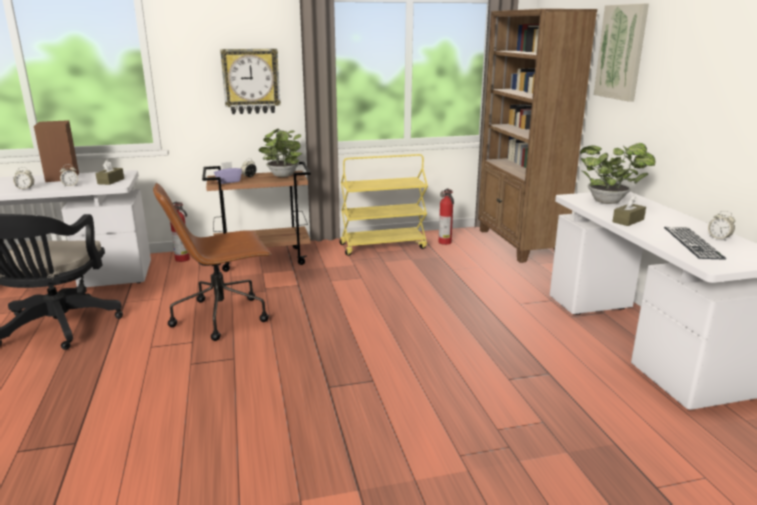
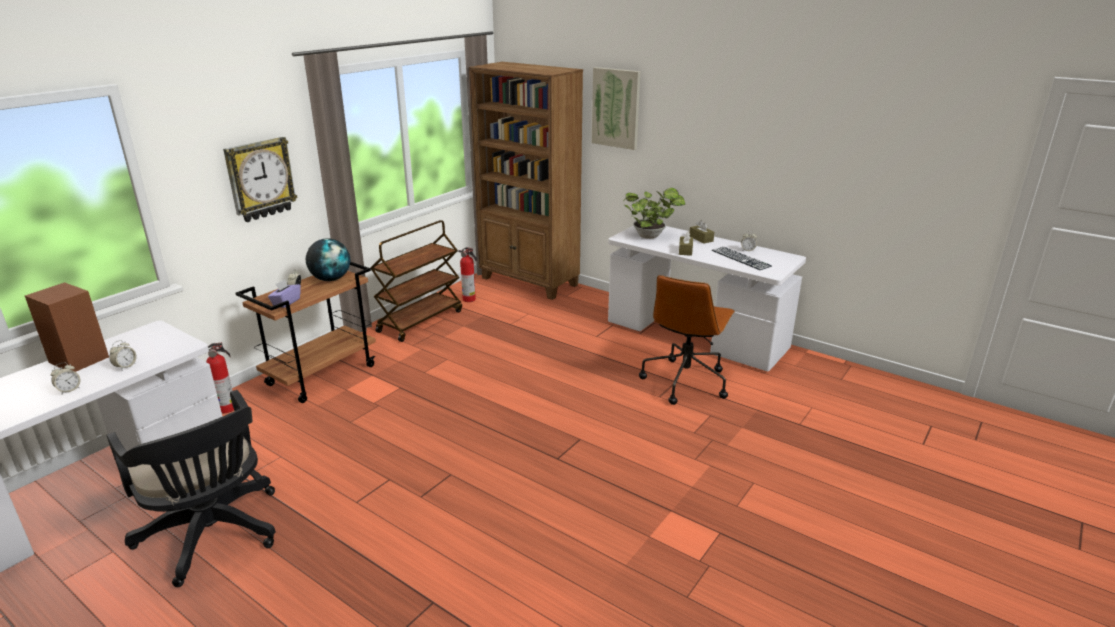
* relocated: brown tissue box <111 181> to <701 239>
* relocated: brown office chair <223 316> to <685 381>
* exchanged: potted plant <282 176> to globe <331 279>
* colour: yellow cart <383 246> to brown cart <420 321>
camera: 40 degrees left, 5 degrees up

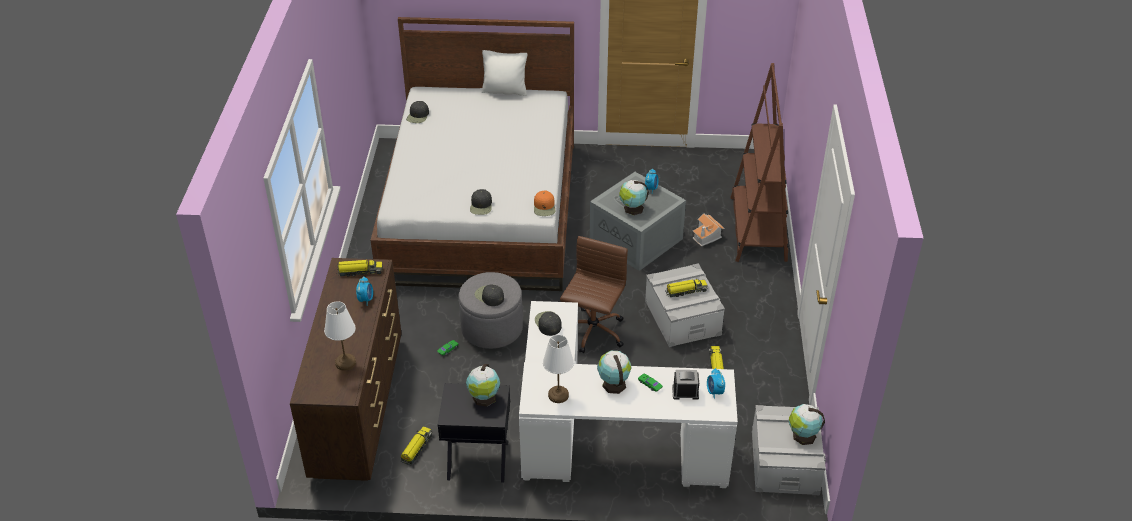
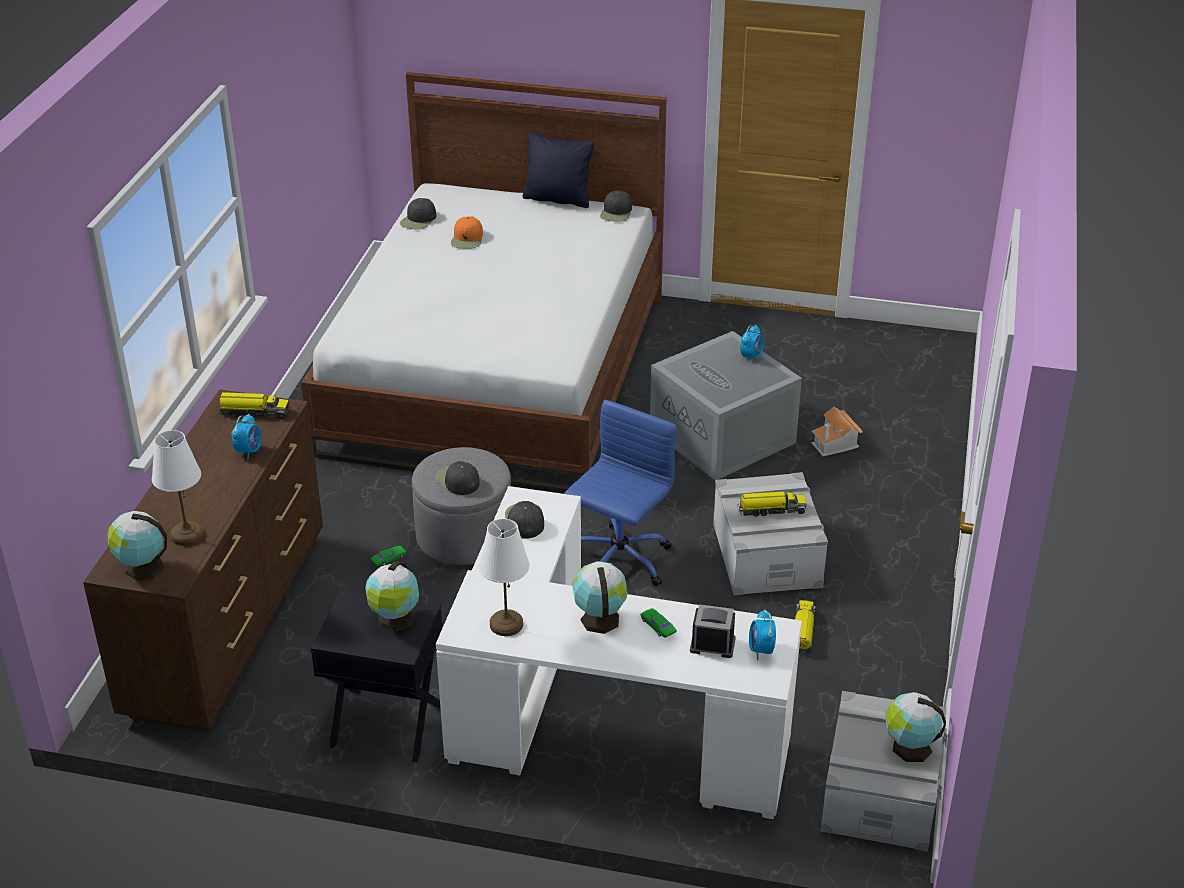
* missing: toy truck <416 449>
* relocated: black cap <481 206> to <616 212>
* colour: white pillow <505 91> to black pillow <558 199>
* relocated: orange cap <544 207> to <467 239>
* colour: brown office chair <592 332> to blue office chair <618 560>
* relocated: globe <632 209> to <141 568>
* missing: brown bookcase <758 229>
camera: 10 degrees right, 5 degrees down

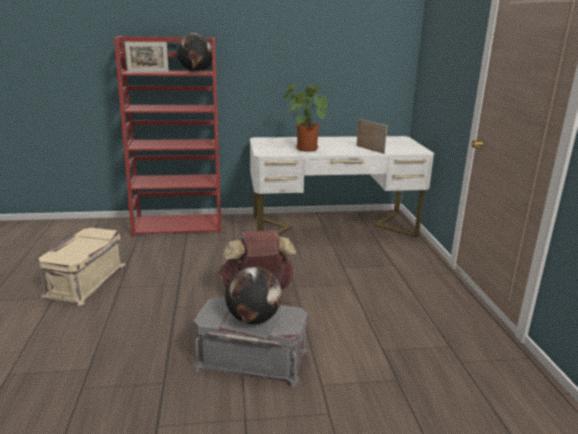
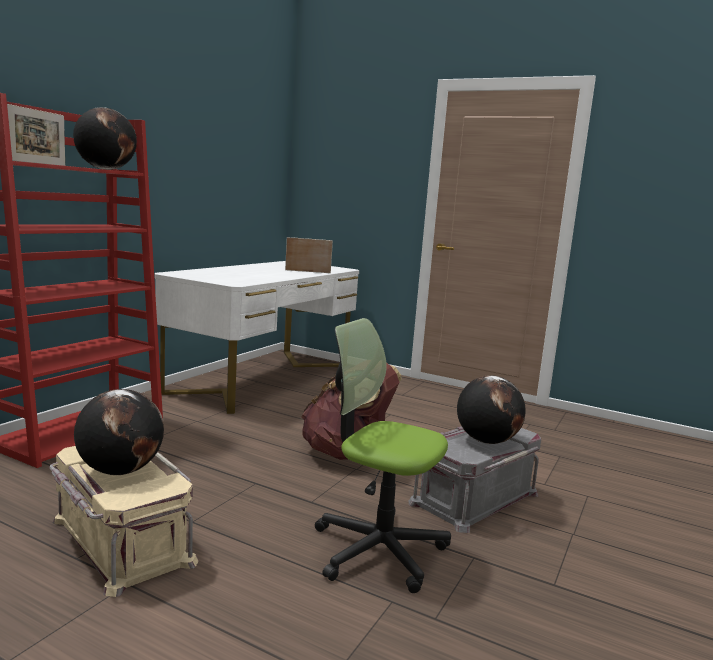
* missing: potted plant <304 148>
* appeared: globe <120 471>
* appeared: office chair <378 549>
camera: 55 degrees left, 10 degrees down

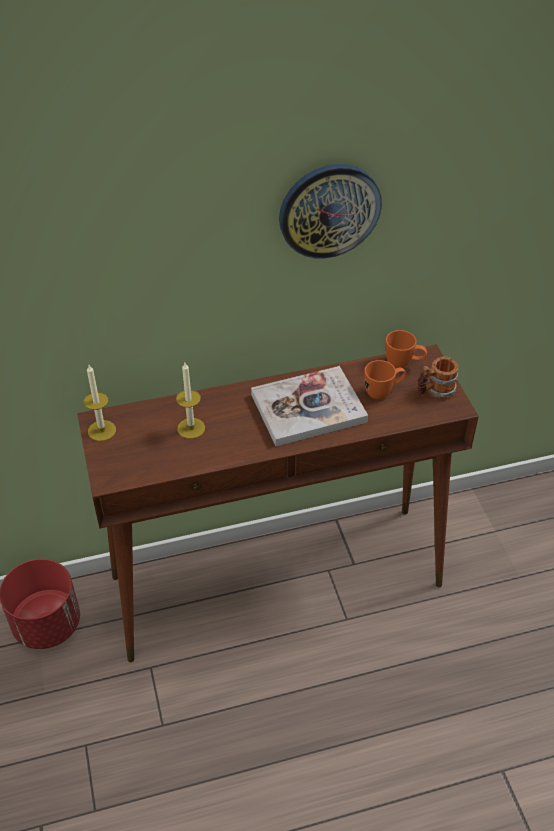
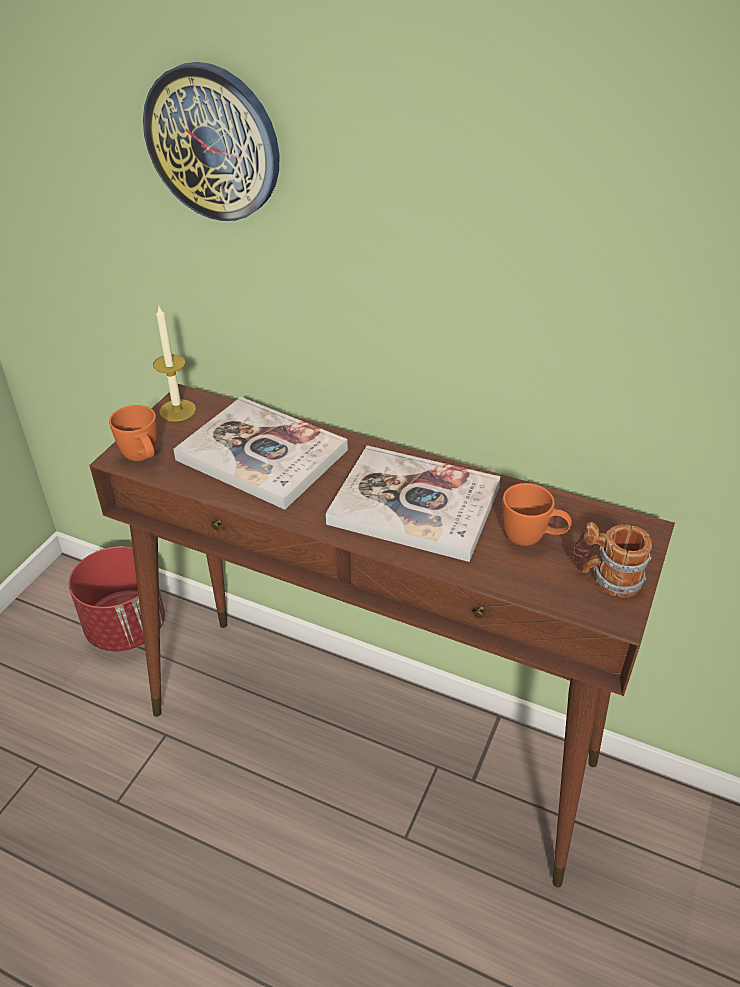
* exchanged: candle <191 428> to book <262 455>
* relocated: wall clock <329 210> to <213 143>
* relocated: orange mug <404 364> to <143 458>
camera: 40 degrees right, 5 degrees down

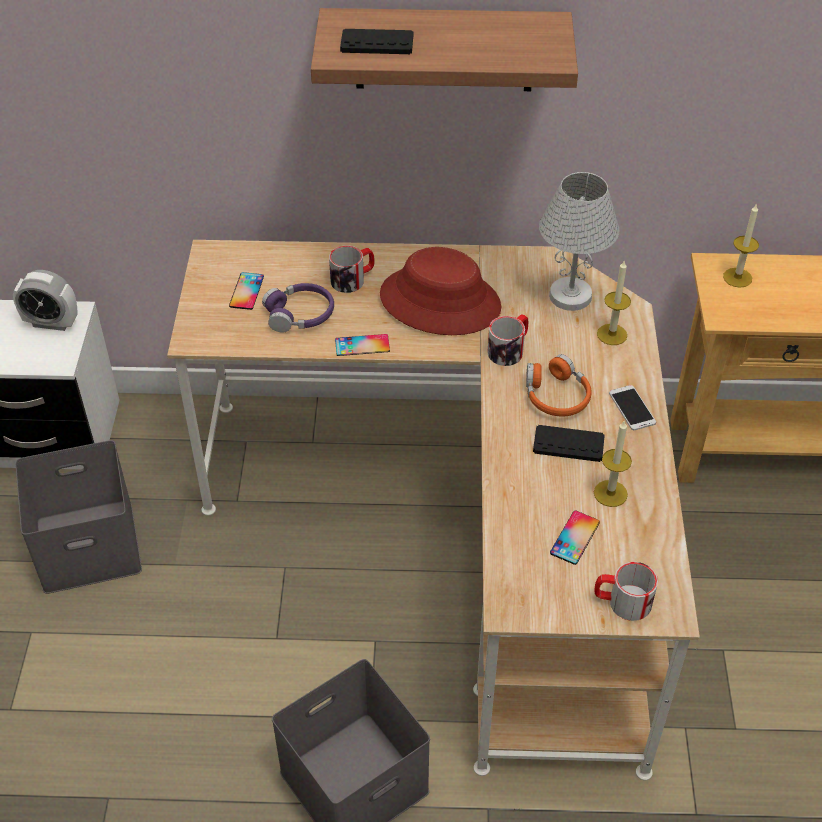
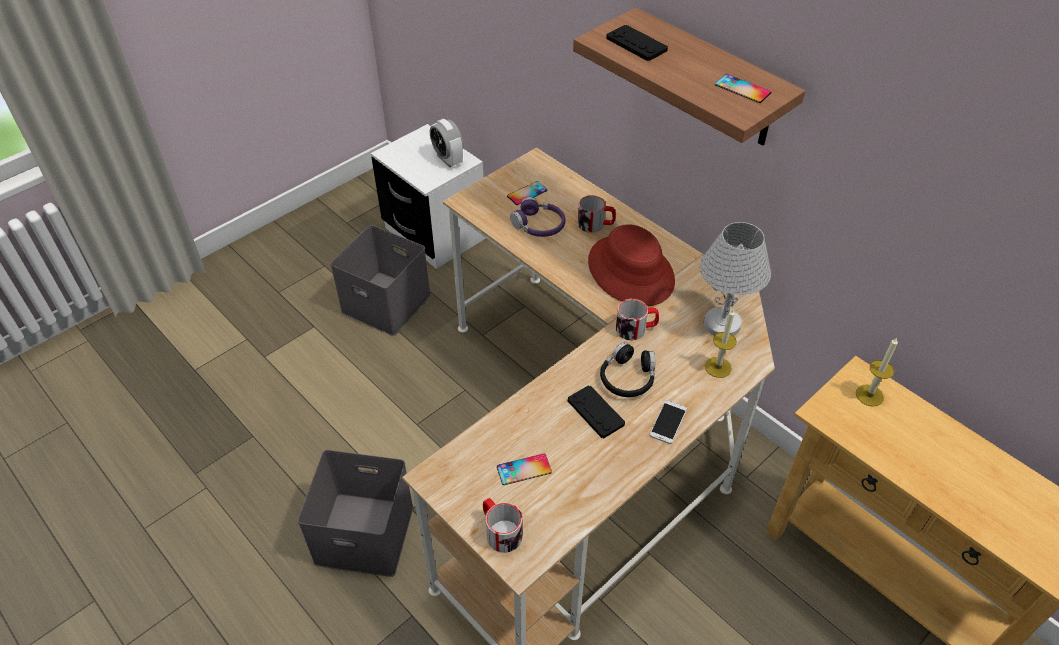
* relocated: phone <362 345> to <742 89>
* colour: orange headphones <556 396> to black headphones <627 378>
* missing: candle <610 493>
camera: 45 degrees right, 0 degrees up

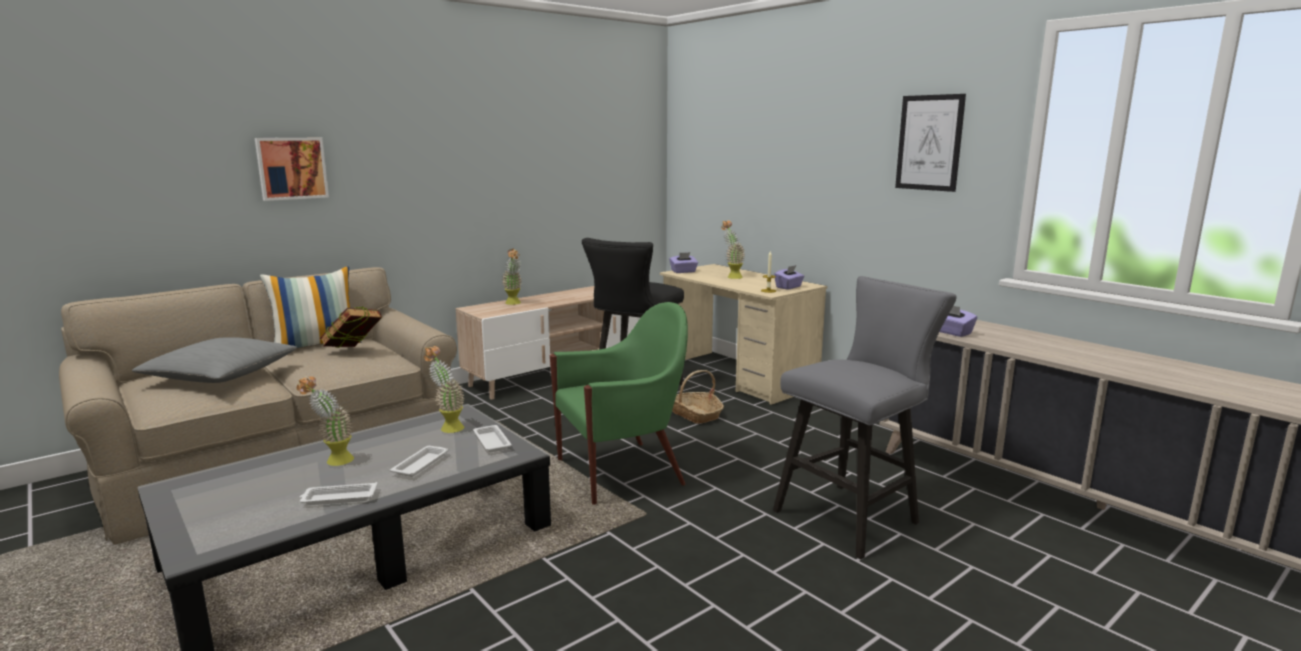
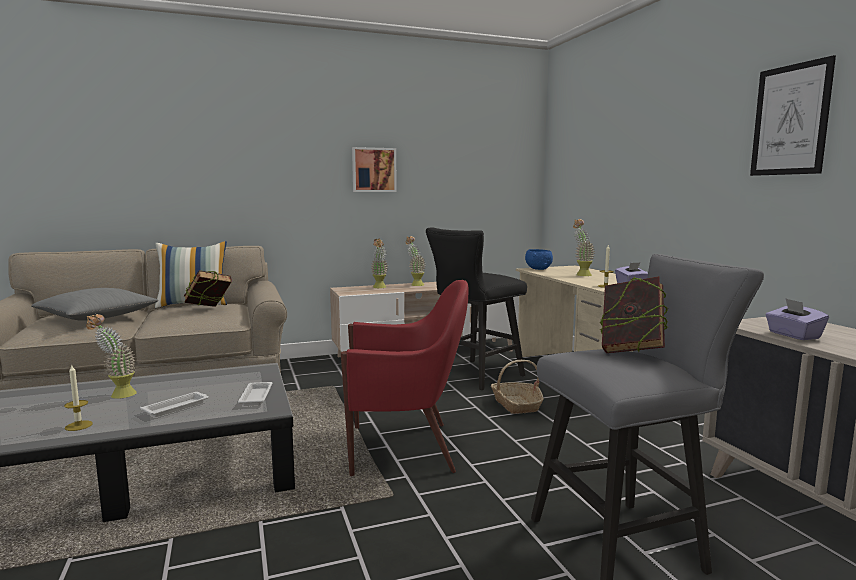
* relocated: picture <292 168> to <374 170>
* exchanged: white tray <338 498> to candle <78 426>
* relocated: potted plant <447 427> to <415 284>
* colour: green armchair <622 472> to red armchair <404 448>
* exchanged: purple tissue box <683 271> to blue bowl <538 269>
* appeared: book <630 351>
camera: 20 degrees right, 5 degrees down

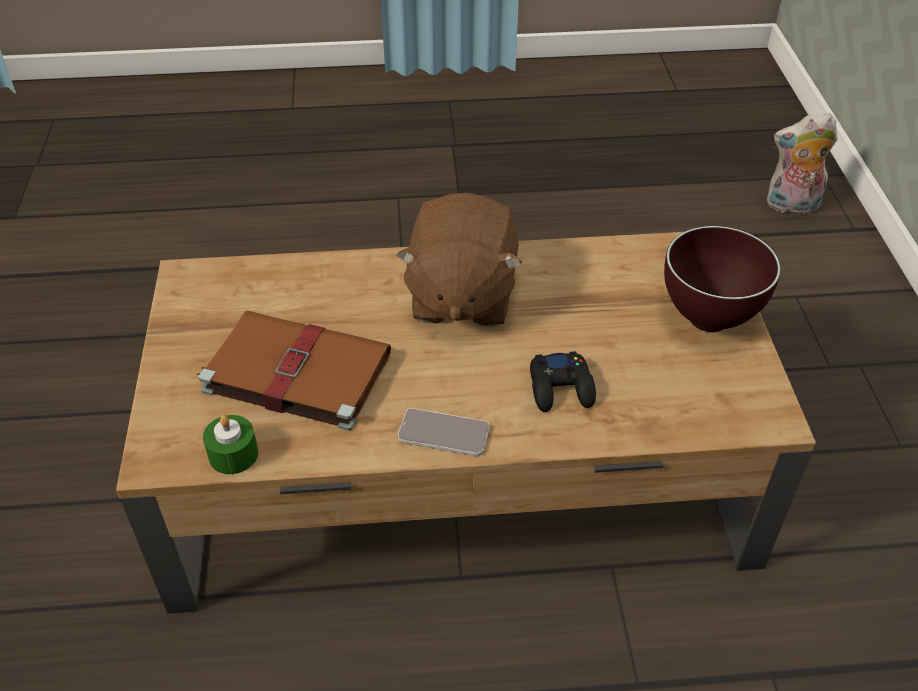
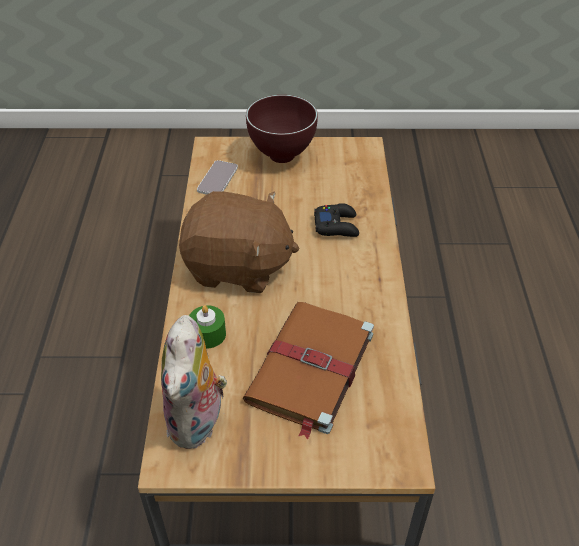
* relocated: green candle <233 454> to <208 334>
* relocated: phone <443 433> to <217 179>
* relocated: plush toy <790 206> to <198 422>
camera: 85 degrees left, 0 degrees up

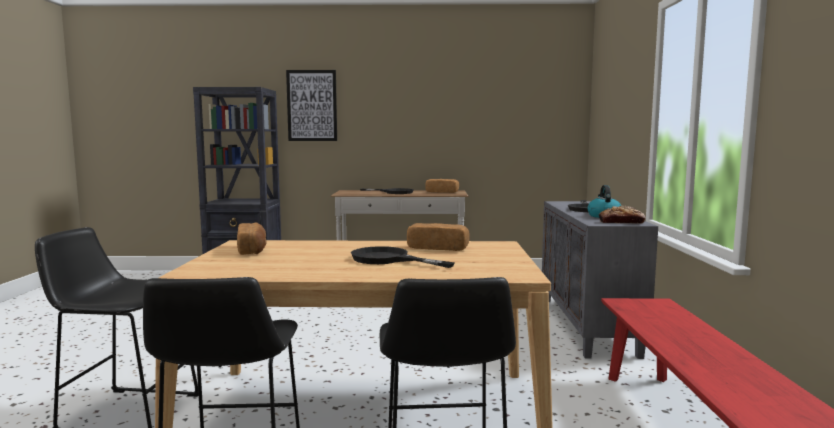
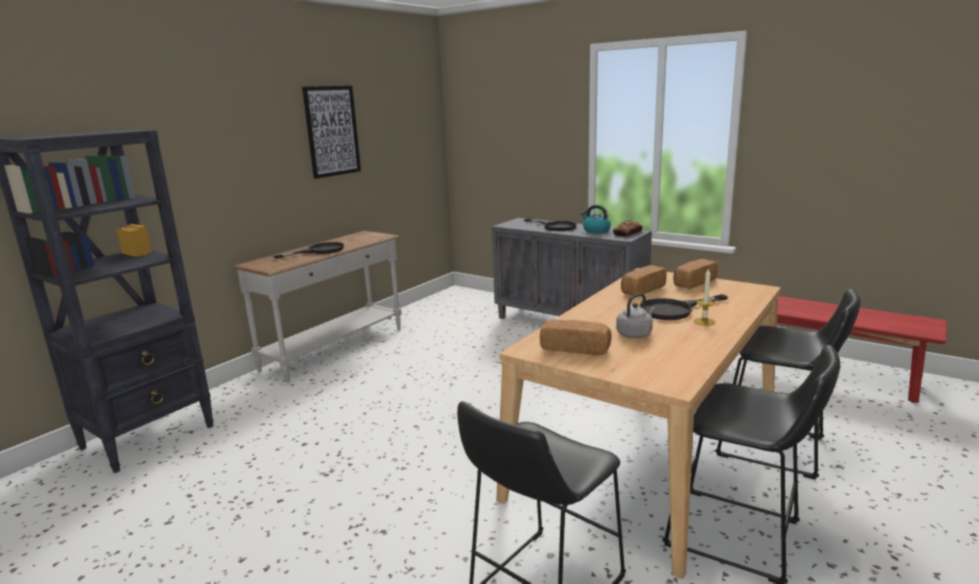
* relocated: picture <312 105> to <332 131>
* relocated: bread <442 192> to <693 283>
* appeared: grey kettle <635 334>
* appeared: candle <704 321>
camera: 55 degrees left, 10 degrees up

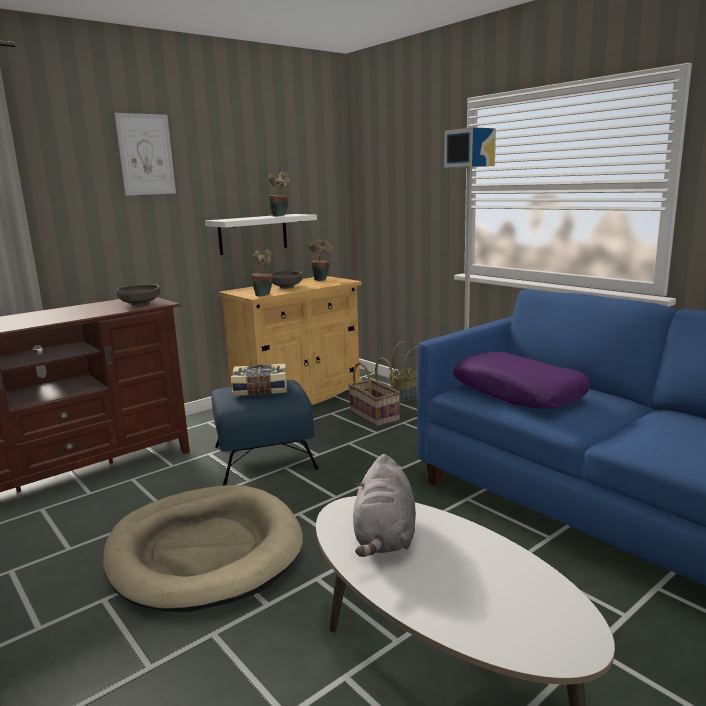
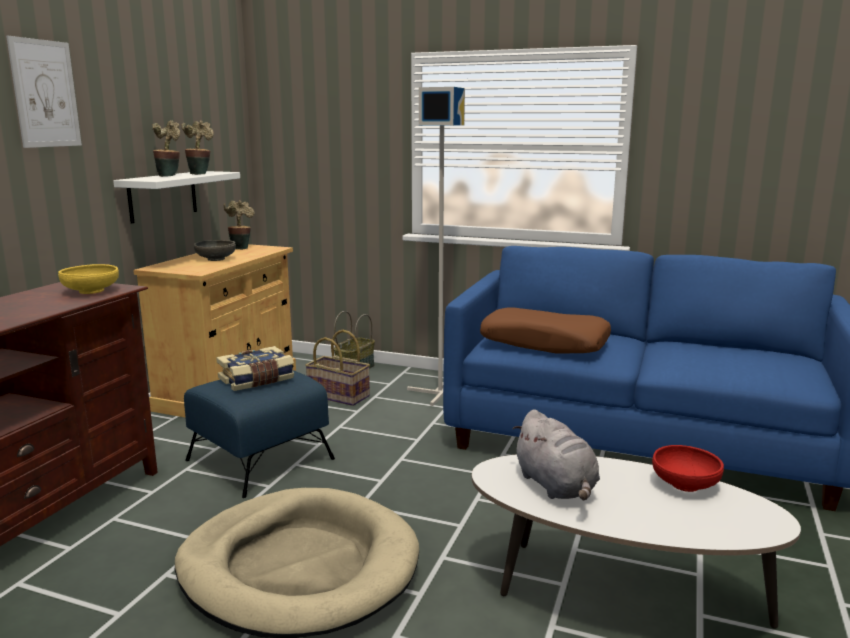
* colour: grey bowl <140 304> to yellow bowl <91 291>
* relocated: potted plant <264 295> to <169 175>
* colour: purple pillow <518 393> to brown pillow <544 343>
* appeared: red bowl <685 484>
camera: 30 degrees left, 0 degrees up

